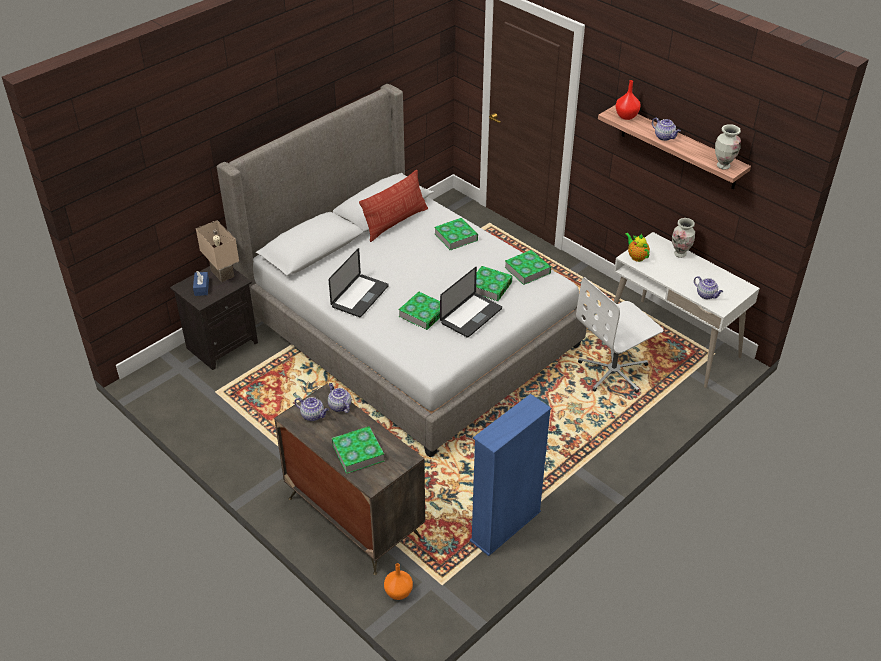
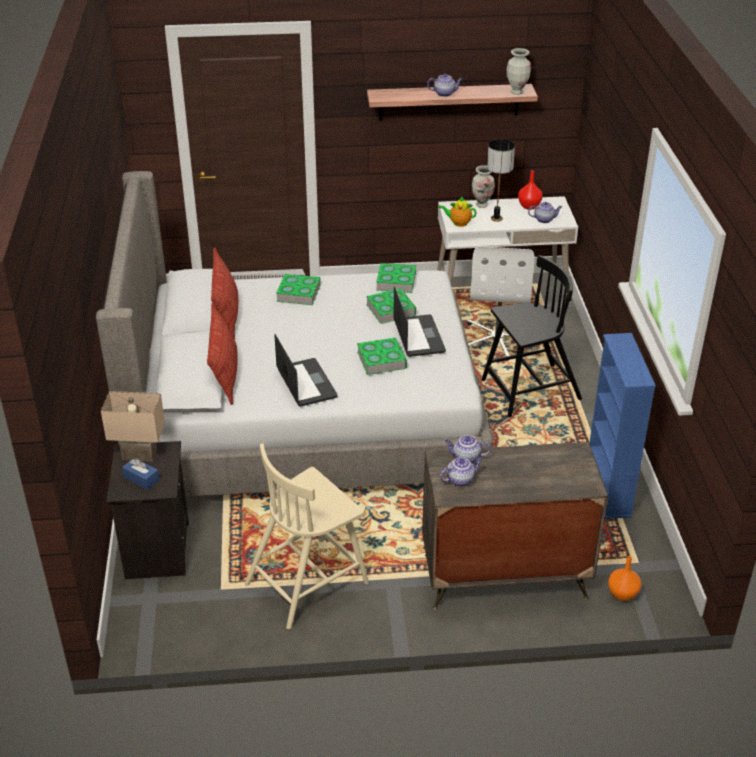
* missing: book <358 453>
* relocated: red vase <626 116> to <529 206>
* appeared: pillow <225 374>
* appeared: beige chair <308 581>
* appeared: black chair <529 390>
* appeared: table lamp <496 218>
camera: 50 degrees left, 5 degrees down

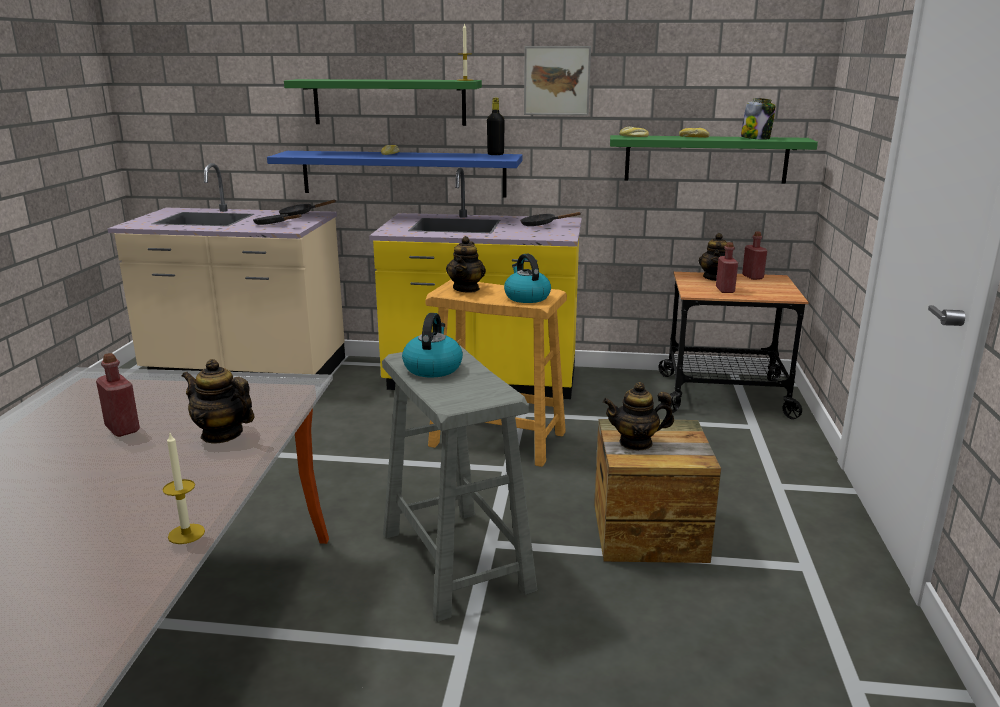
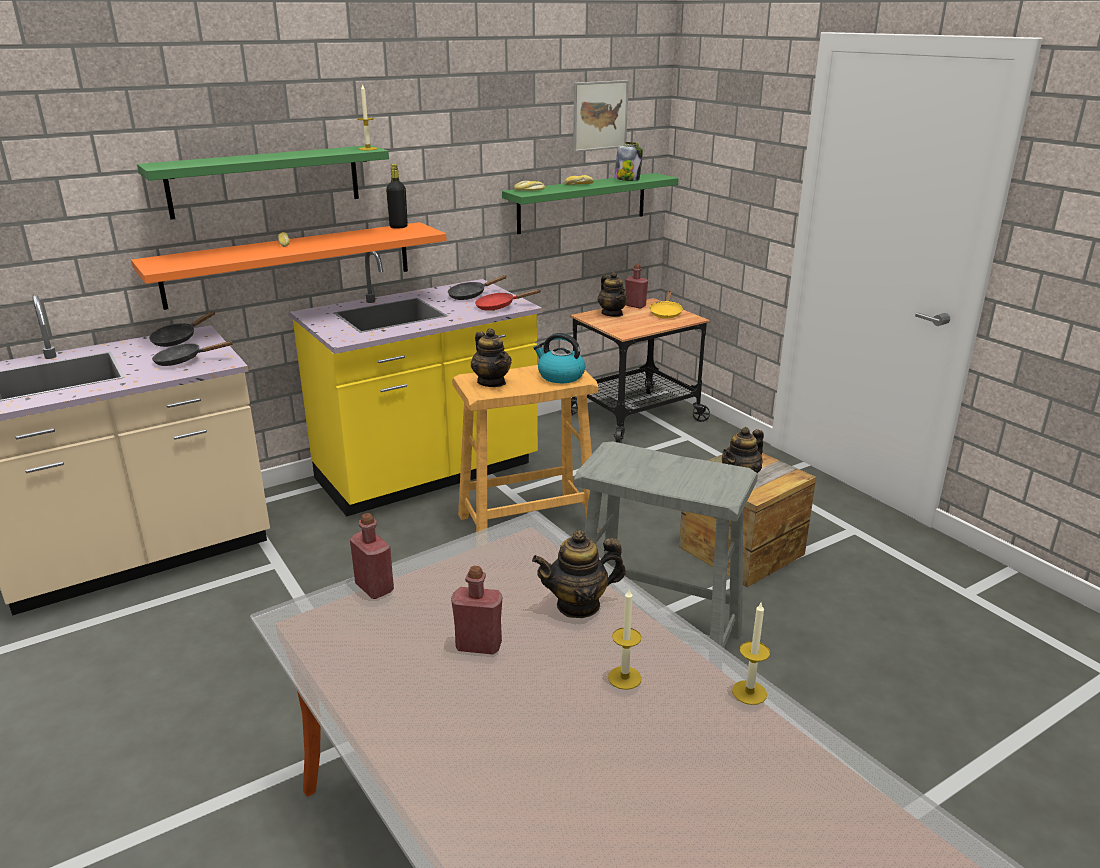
* colour: blue shelf <403 173> to orange shelf <290 264>
* missing: kettle <432 368>
* relocated: picture <557 81> to <600 115>
* relocated: red bottle <725 290> to <374 588>
* appeared: red frying pan <499 307>
* appeared: candle <624 678>
* appeared: yellow frying pan <665 313>
camera: 40 degrees left, 5 degrees up

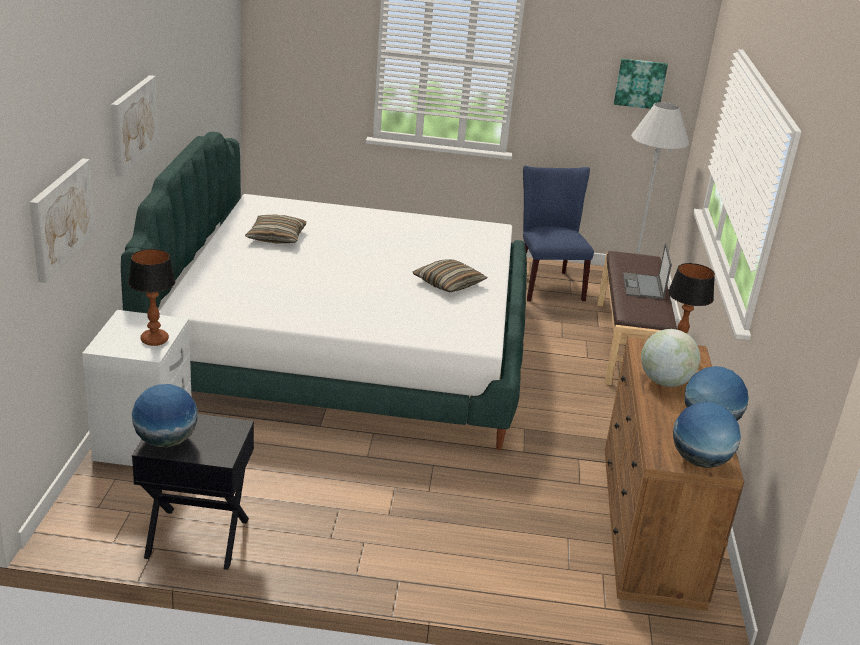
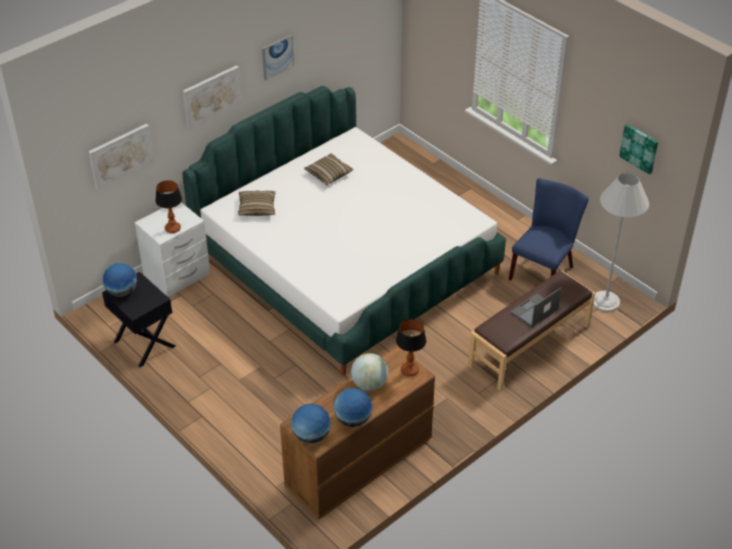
* relocated: pillow <448 283> to <257 208>
* appeared: picture <277 56>
camera: 45 degrees right, 15 degrees up

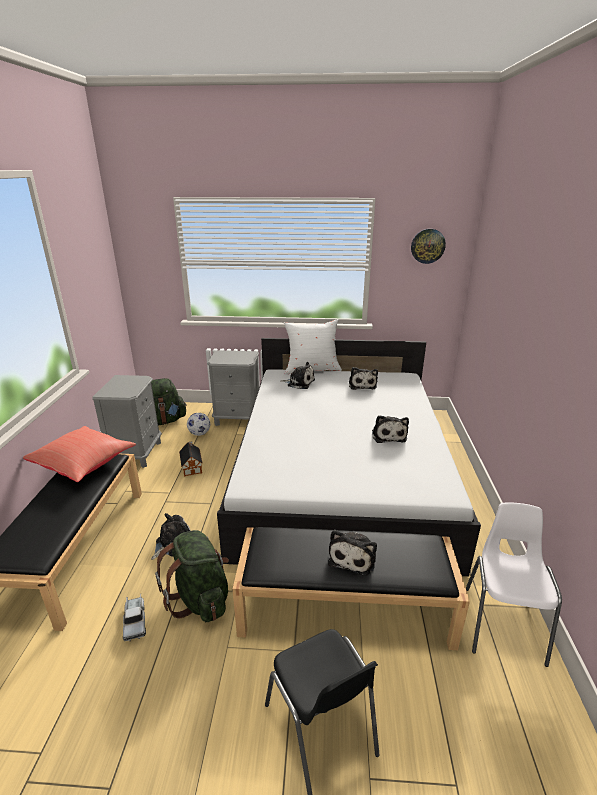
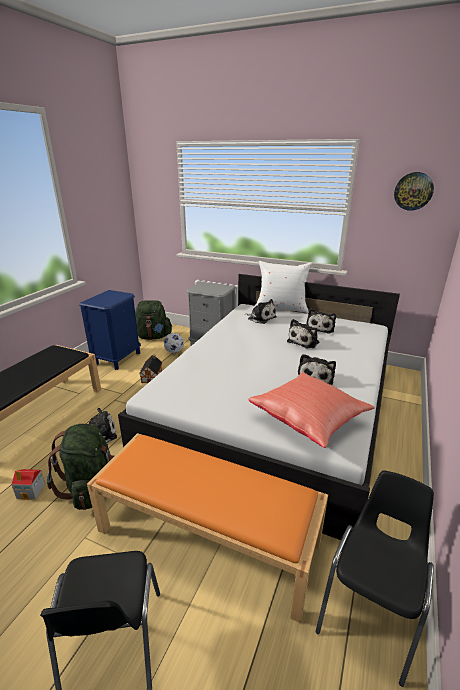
* relocated: red pillow <84 464> to <309 419>
* colour: grey nightstand <137 453> to blue nightstand <118 358>
* exchanged: toy truck <135 621> to toy house <31 491>
* colour: black bench <346 607> to orange bench <209 536>
* relocated: plush toy <353 556> to <304 341>
* colour: white chair <502 623> to black chair <369 612>
camera: 20 degrees right, 0 degrees up

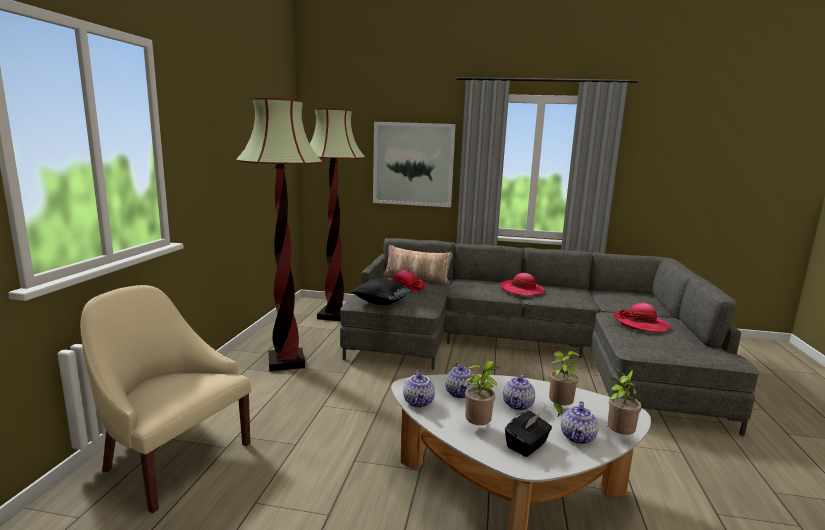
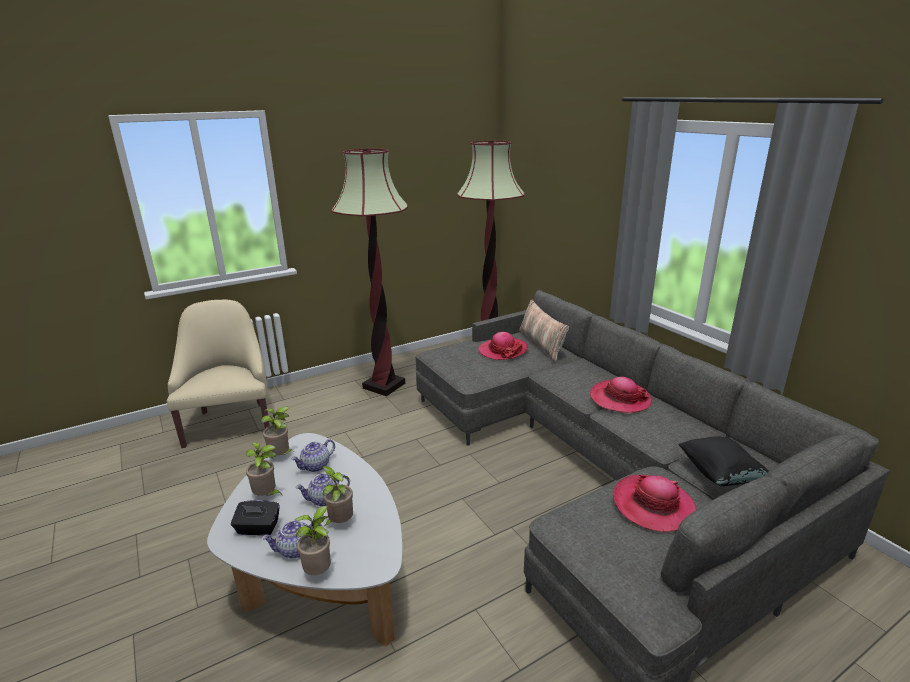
* relocated: black pillow <381 303> to <720 475>
* missing: picture <413 164>
* exchanged: teapot <419 402> to potted plant <281 456>
camera: 50 degrees right, 10 degrees up

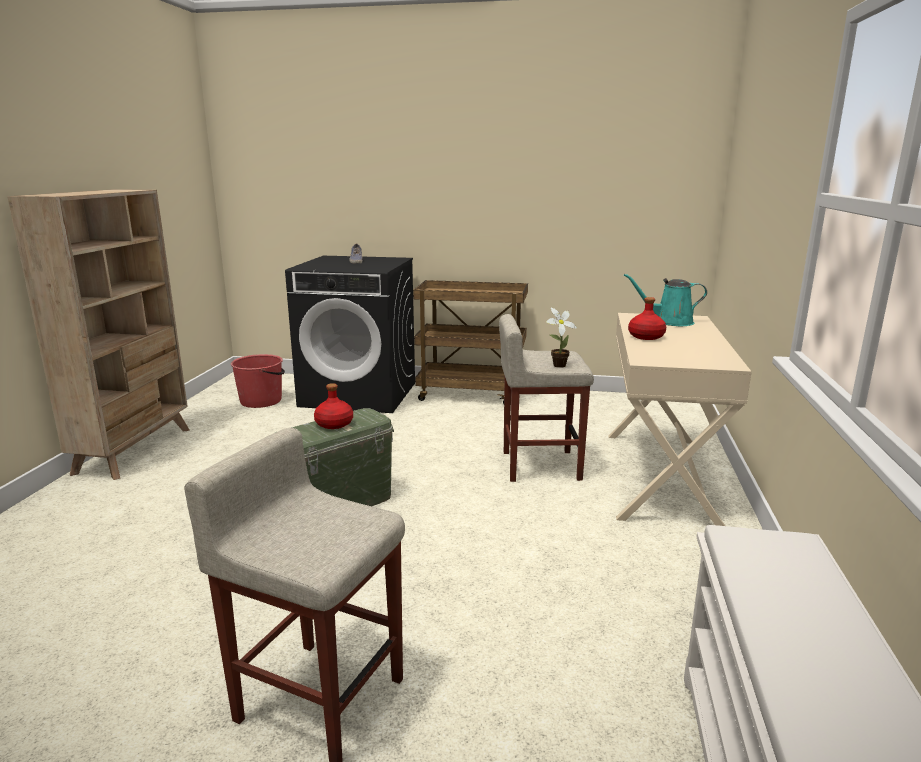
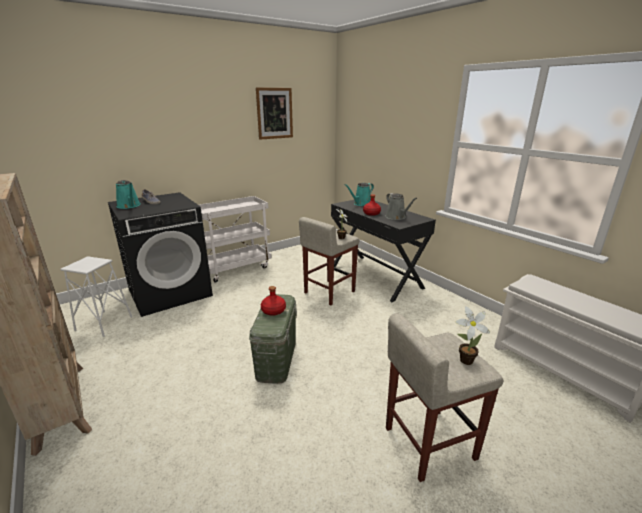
* exchanged: red bucket <261 401> to white stool <104 323>
* colour: brown cart <472 394> to white cart <237 268>
* colour: beige desk <660 476> to black desk <376 276>
* appeared: turquoise watering can <129 206>
* appeared: picture <274 113>
* appeared: grey watering can <396 217>
* appeared: potted plant <464 360>
camera: 45 degrees left, 5 degrees up

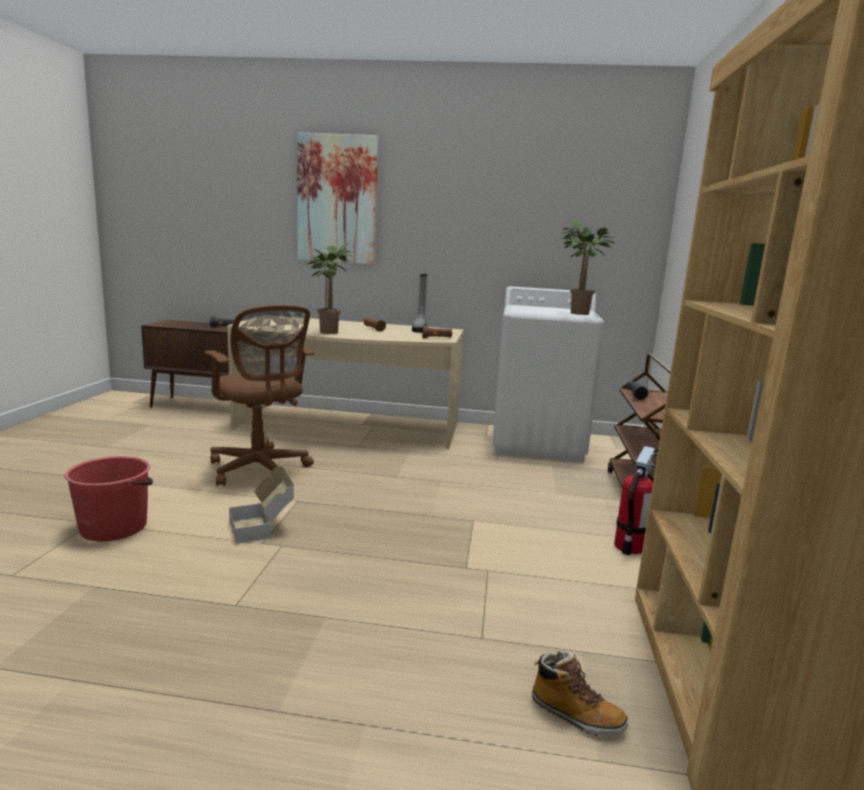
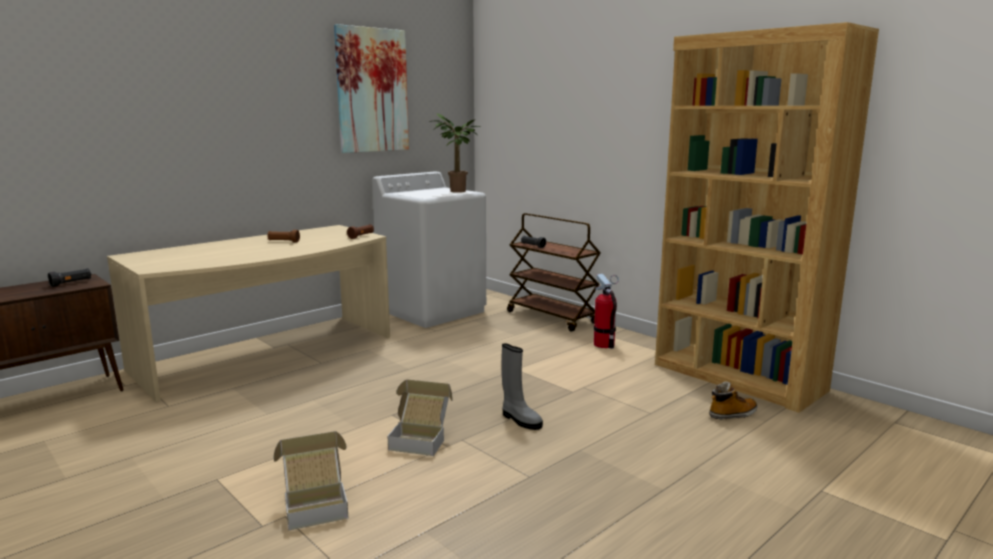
* exchanged: red bucket <114 527> to cardboard box <315 505>
* missing: brown office chair <260 471>
* relocated: picture <337 199> to <372 90>
* missing: potted plant <328 332>
* relocated: grey boot <419 329> to <520 420>
camera: 50 degrees left, 0 degrees up

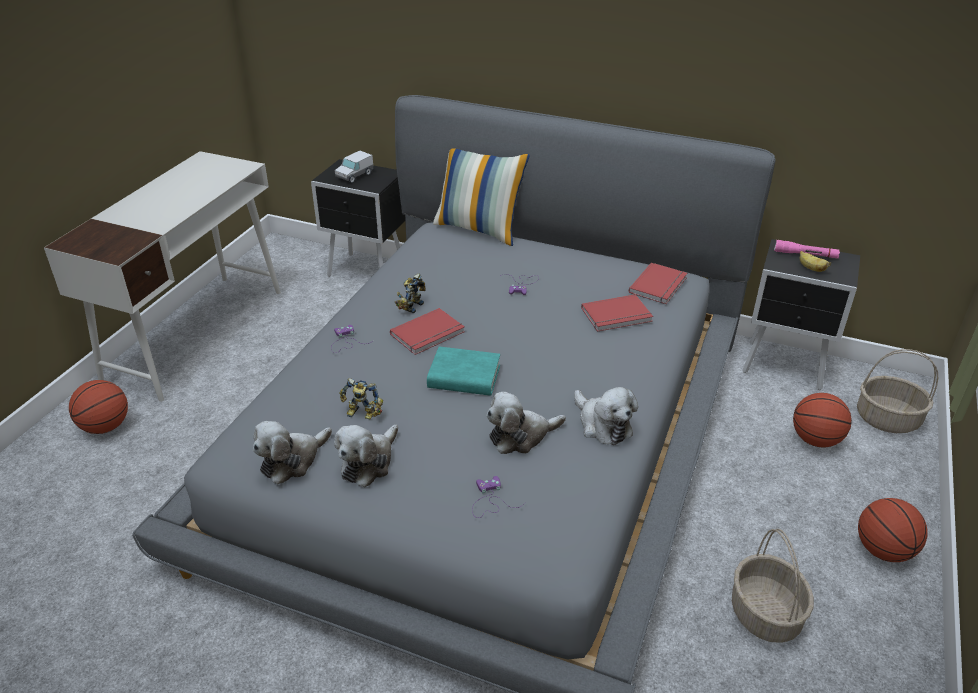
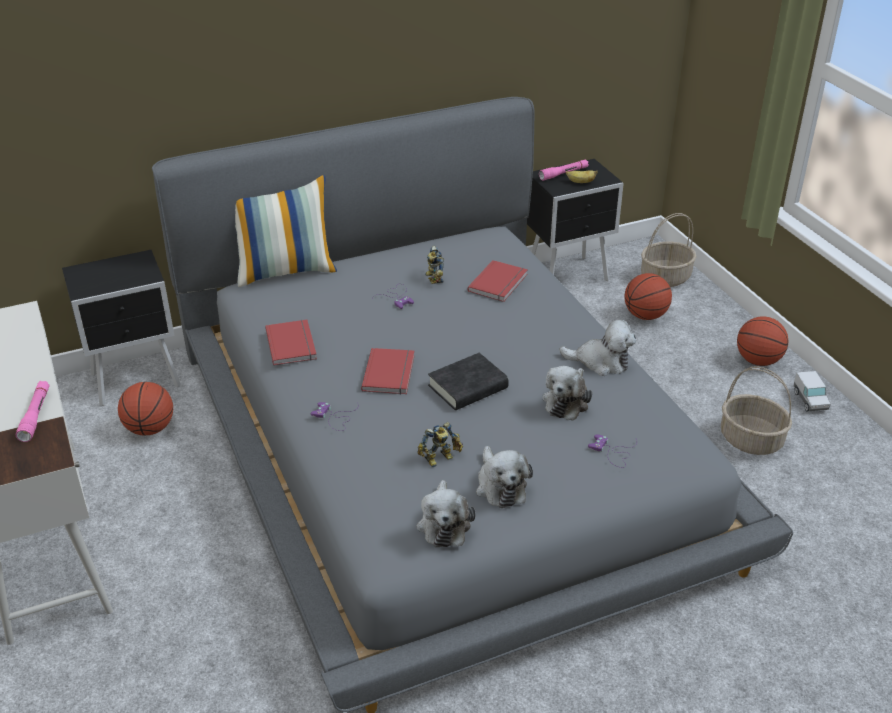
* relocated: basketball <105 426> to <150 429>
* relocated: toy truck <354 176> to <809 401>
* relocated: toy robot <411 306> to <432 279>
* colour: turquoise book <464 377> to black book <468 387>
* relocated: red book <659 285> to <293 344>
* appeared: pink flashlight <35 415>
camera: 45 degrees left, 0 degrees up

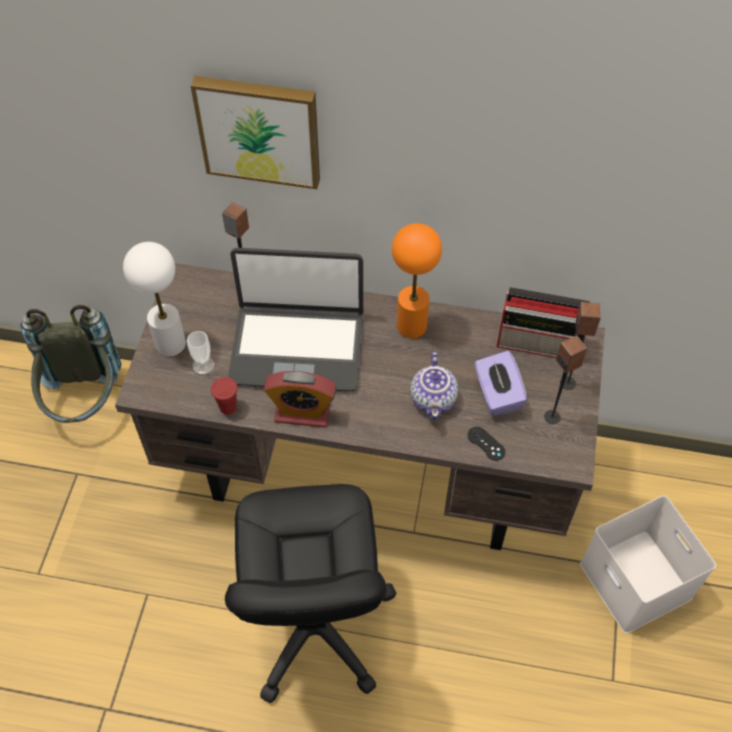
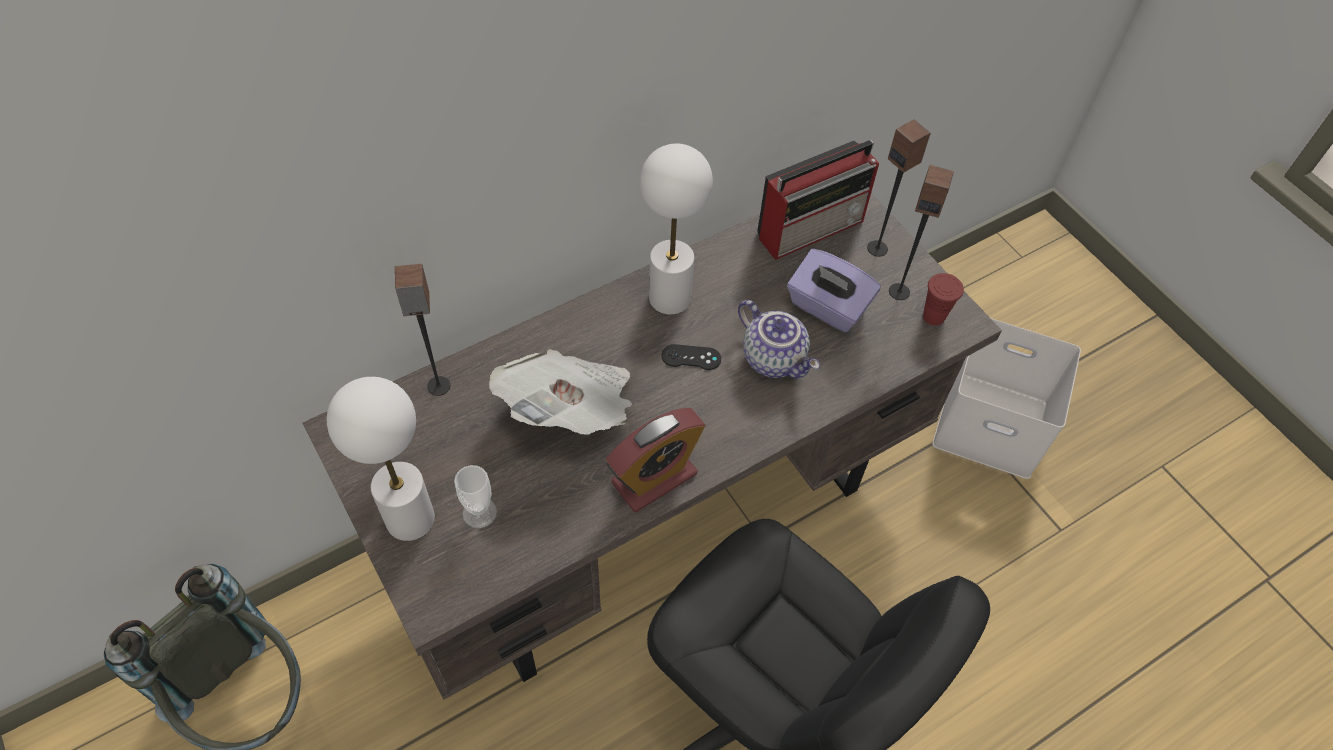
* missing: picture <260 129>
* relocated: red cup <228 407> to <933 316>
* exchanged: laptop <297 347> to newspaper <570 409>
* colour: orange table lamp <411 326> to white table lamp <669 298>
* relocated: black game controller <486 443> to <691 357>
camera: 45 degrees left, 0 degrees up

